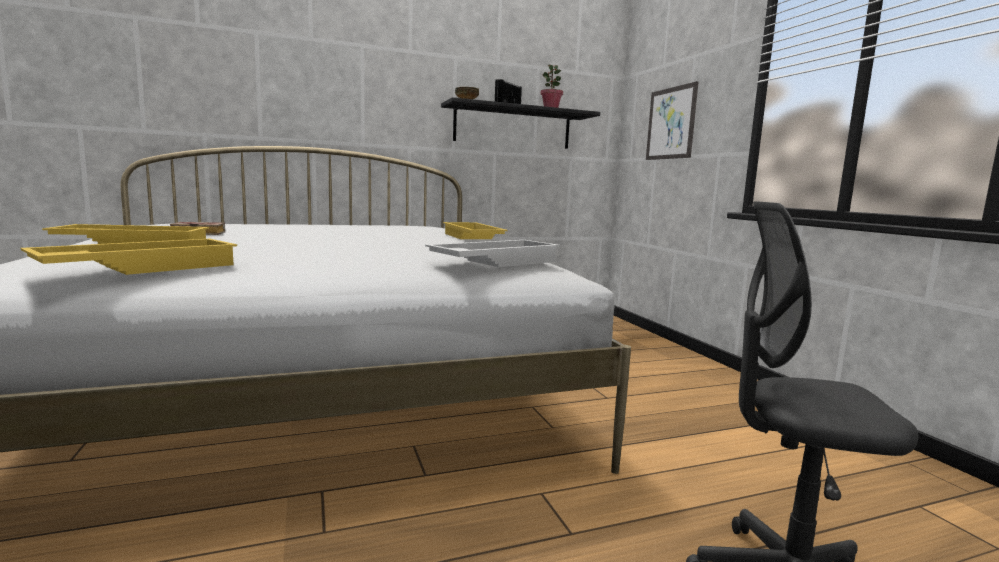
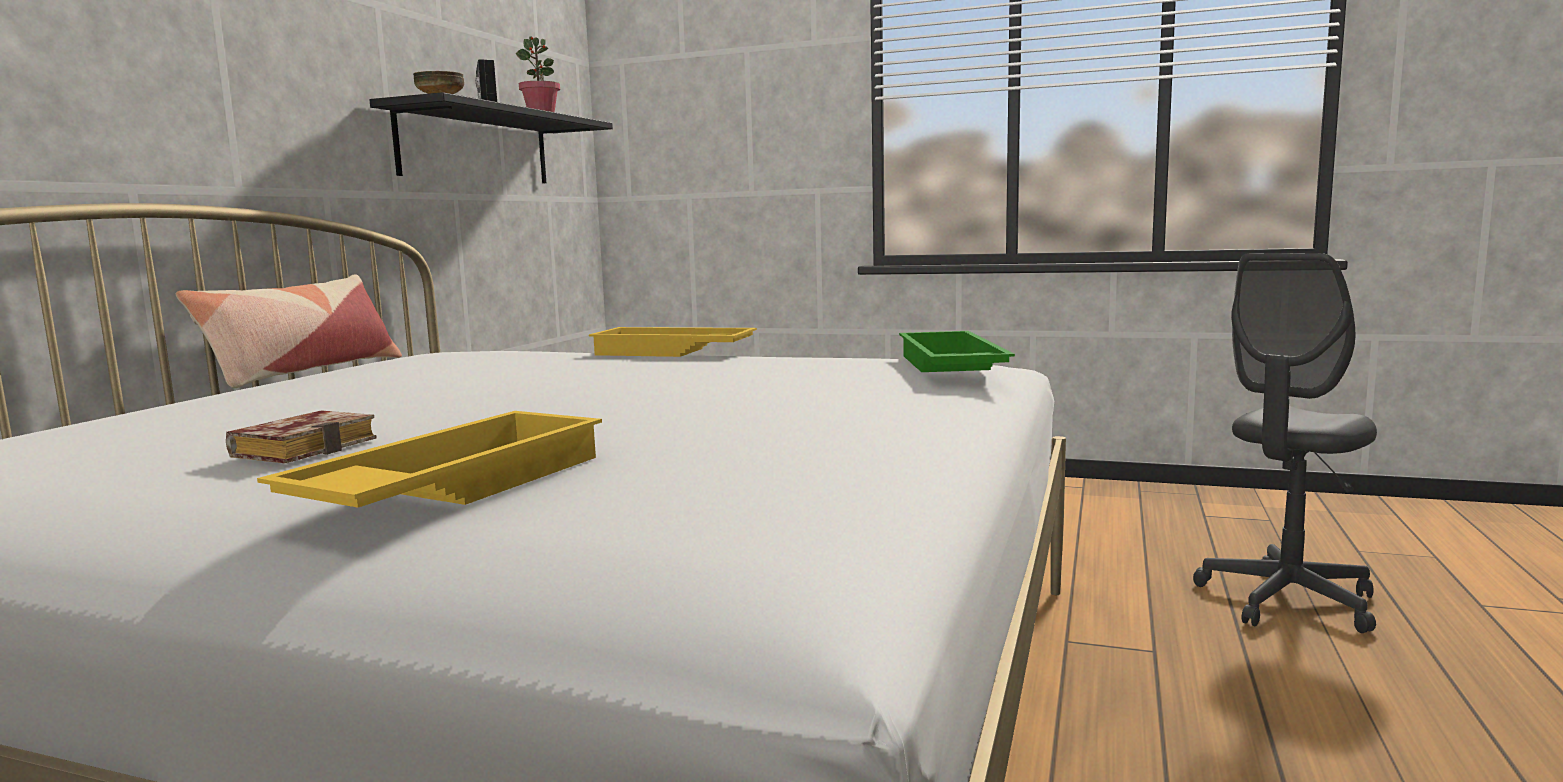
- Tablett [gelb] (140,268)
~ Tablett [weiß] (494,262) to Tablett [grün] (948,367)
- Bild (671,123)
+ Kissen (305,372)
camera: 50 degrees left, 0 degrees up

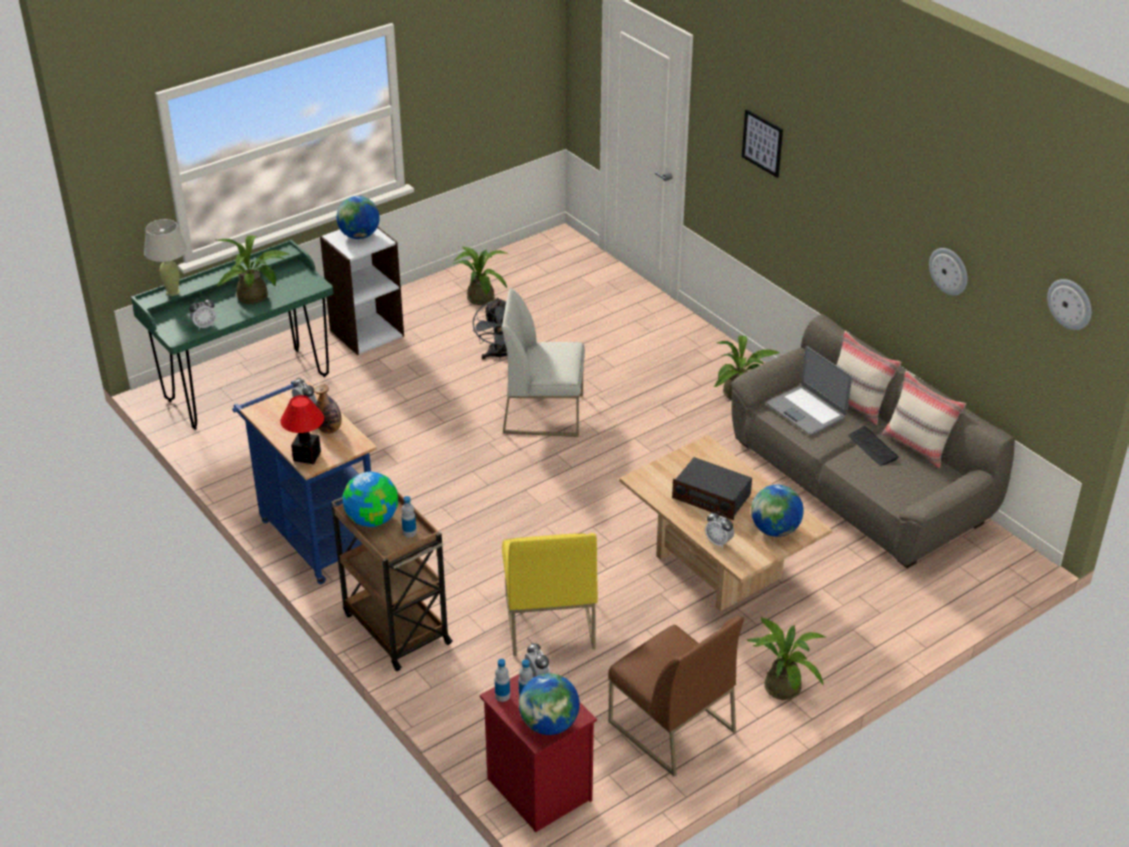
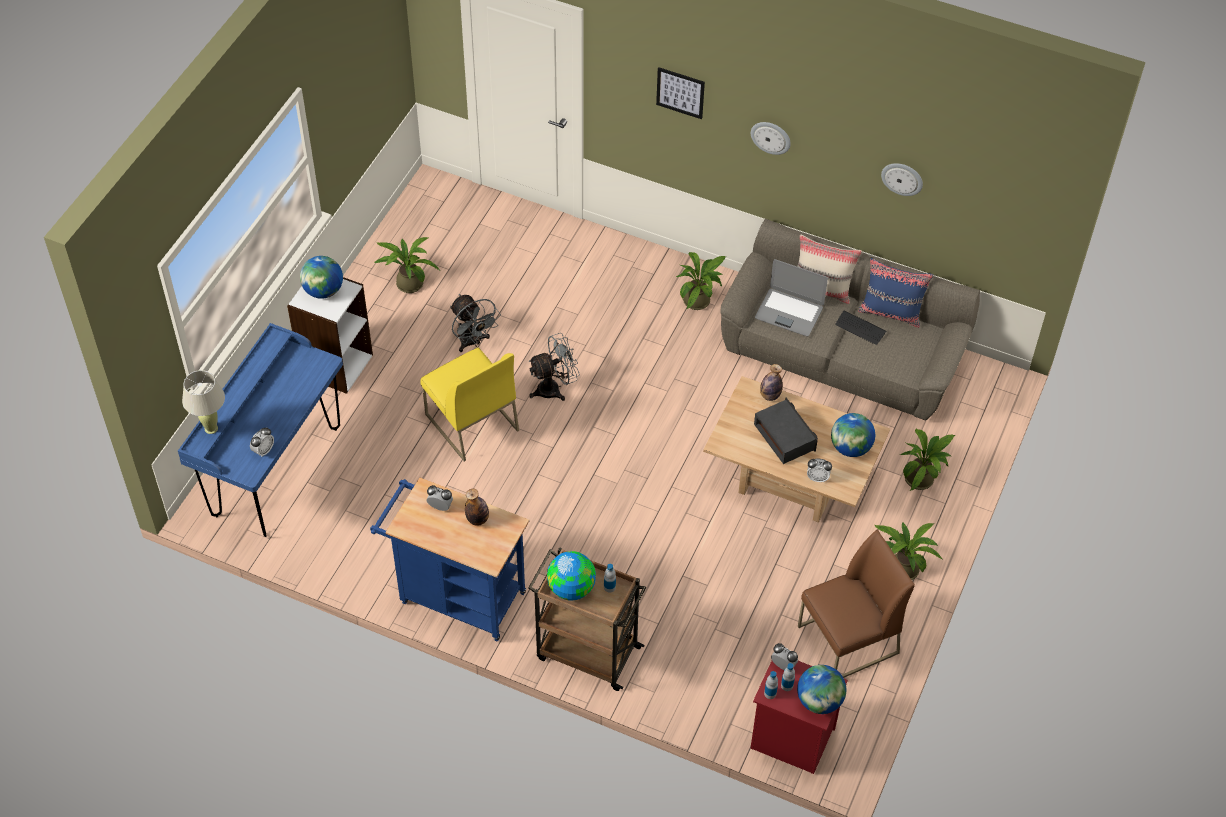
~ Schreibtisch [grün] (247,388) to Schreibtisch [blau] (276,472)
~ Topfpflanze (256,297) to (922,478)
- Tischlampe (306,456)
~ Stuhl [weiß] (544,413) to Ventilator [grau] (554,388)
~ Stuhl [gelb] (548,620) to (471,422)
~ Stuhl [braun] (670,726) = (848,640) 45 degrees counterclockwise
~ Radio (711,497) = (785,437) 120 degrees counterclockwise
~ Kissen [beige] (918,446) to Kissen [blau] (891,312)
~ Wanduhr (1070,303) to (771,137)
+ Flasche (770,395)
camera: 30 degrees left, 15 degrees up

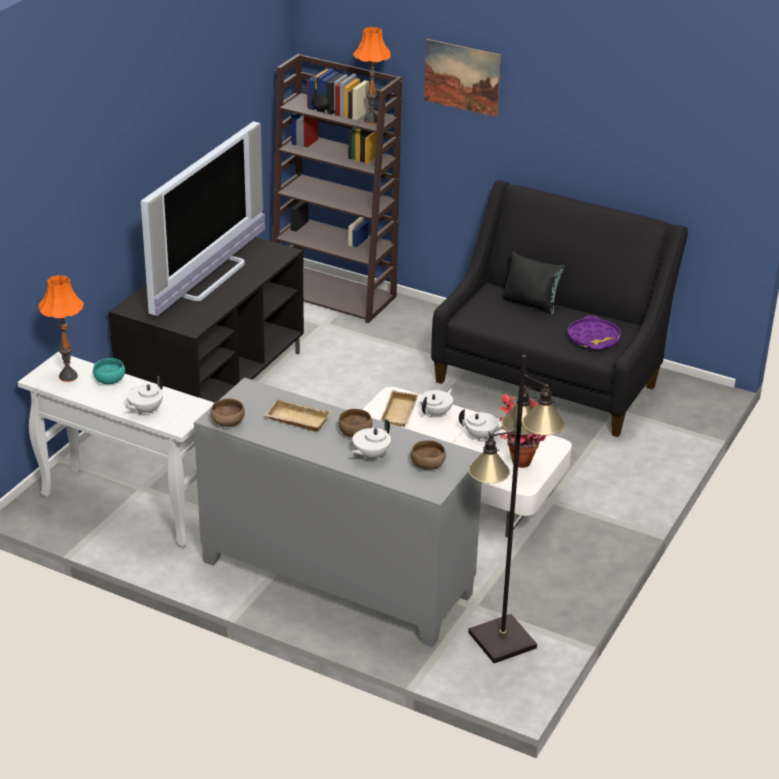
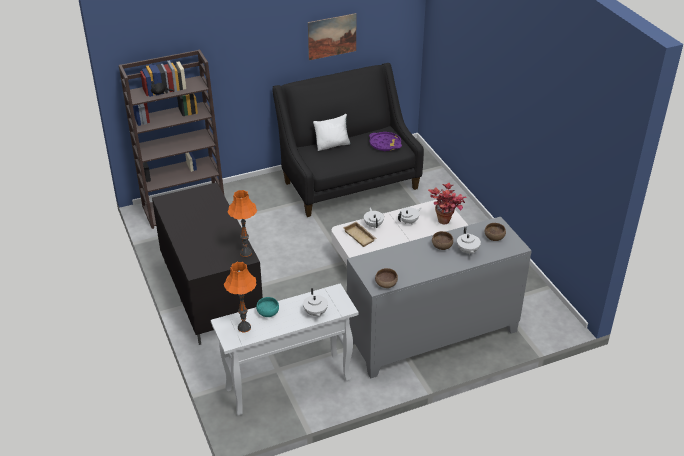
- Fernseher (208,277)
- Tablett [beige] (296,420)
~ Tischlampe [orange] (371,120) to (245,253)
~ Bild (462,77) to (332,36)
- Stehlampe [schwarz] (502,641)
~ Kissen [schwarz] (531,303) to Kissen [weiß] (332,145)
camera: 50 degrees left, 5 degrees up

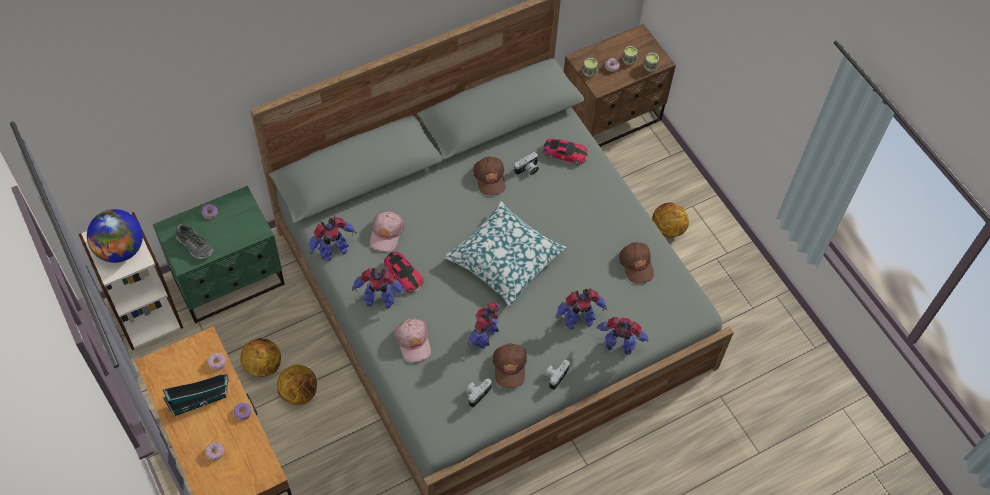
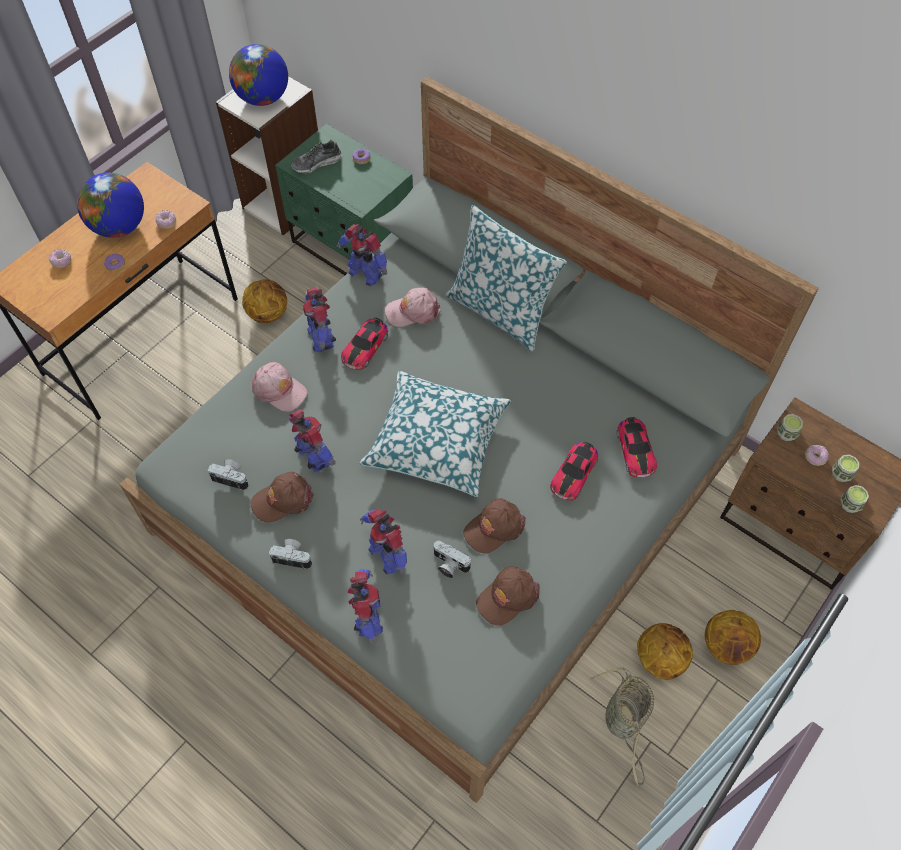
~ Spielzeughaus (201,400) to Globus (119,227)
~ Schuh (195,245) = (317,163) 45 degrees clockwise
~ Basketball (300,393) to (727,646)
~ Kappe [rosa] (413,342) = (279,390) 105 degrees counterclockwise
~ Spielzeugroboter (485,336) = (314,457) 45 degrees clockwise
~ Kappe [braun] (490,178) to (494,528)
~ Kamera (527,170) to (449,565)
+ Kissen (500,311)
+ Spielzeugauto (574,474)
+ Korb (623,721)
camera: 70 degrees right, 0 degrees up

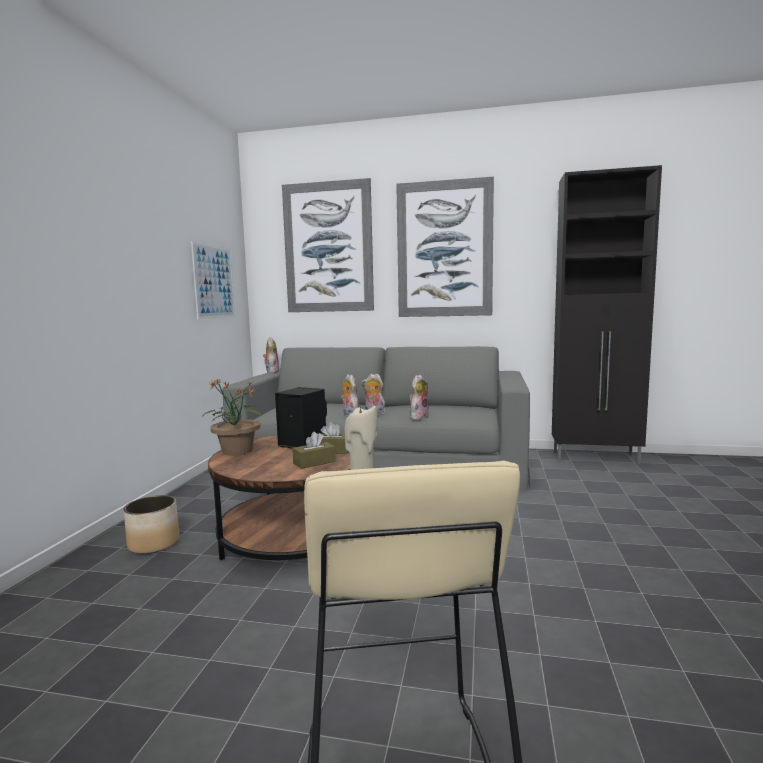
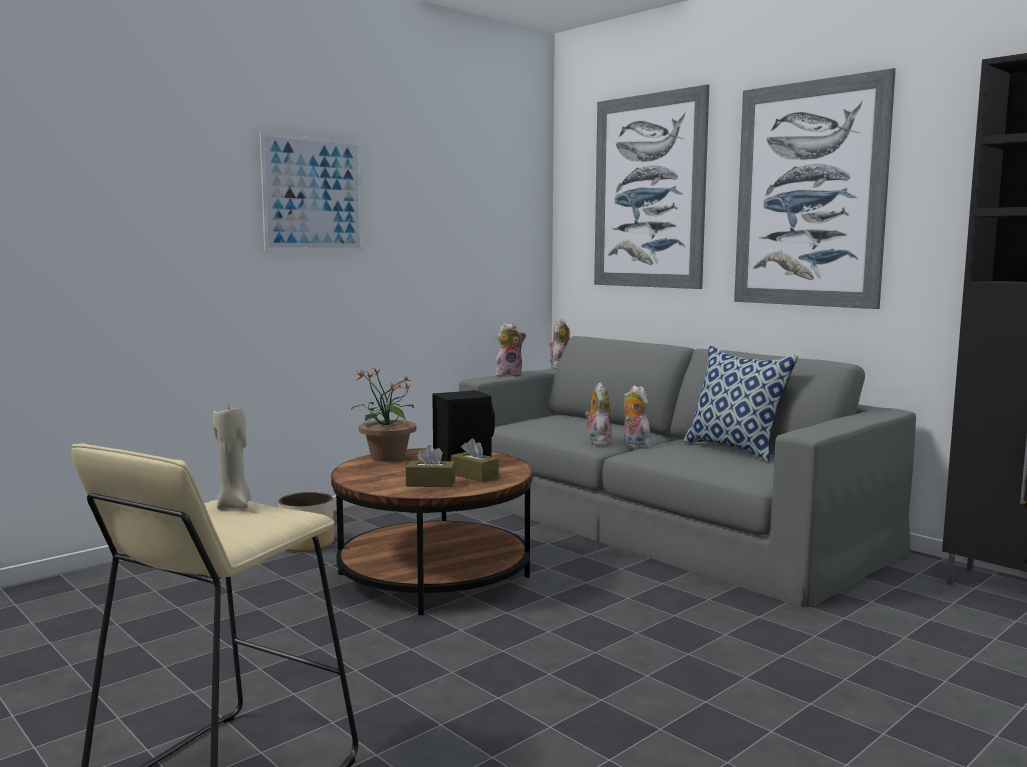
~ Bild (214,282) to (313,194)
~ Plüschtier (418,417) to (509,375)
+ Kissen (735,449)
camera: 35 degrees right, 0 degrees up

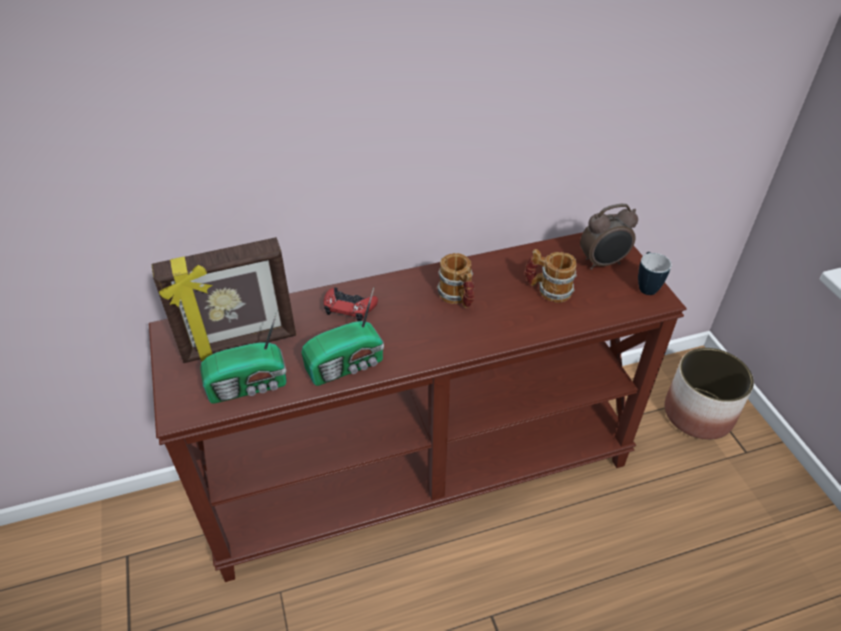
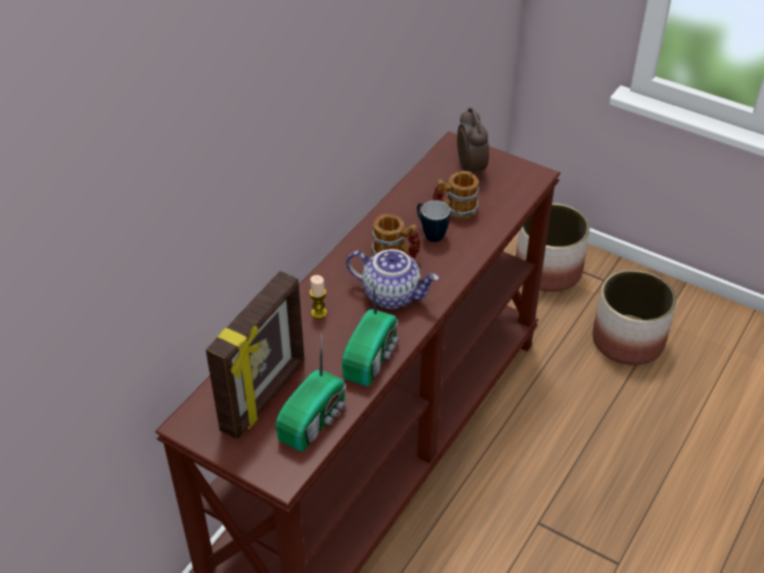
~ Gamepad [rot] (349,307) to Kerze (319,313)
~ Wecker (603,263) = (472,168) 45 degrees counterclockwise
~ Henkelbecher (646,286) to (430,234)
+ Teekanne (392,294)
+ Pflanzkübel (628,340)
camera: 40 degrees left, 0 degrees up

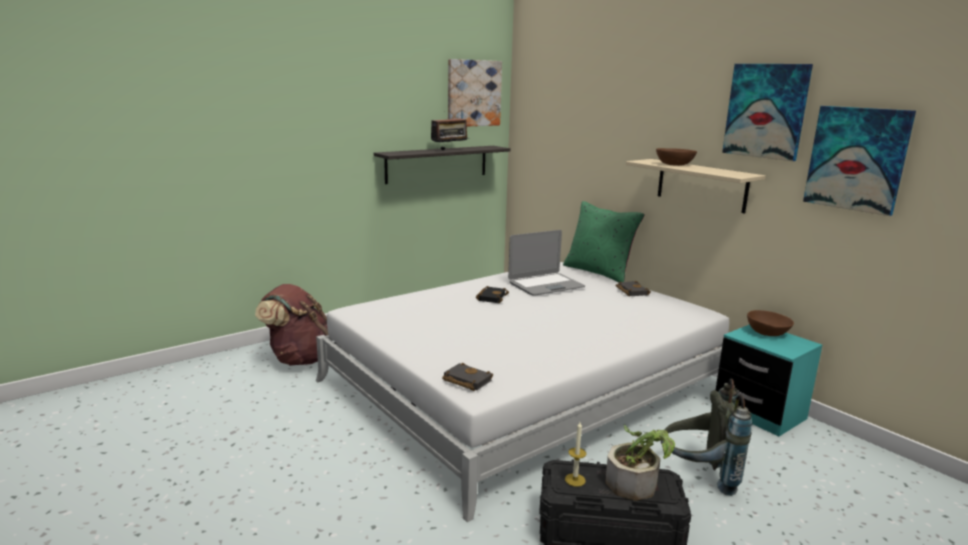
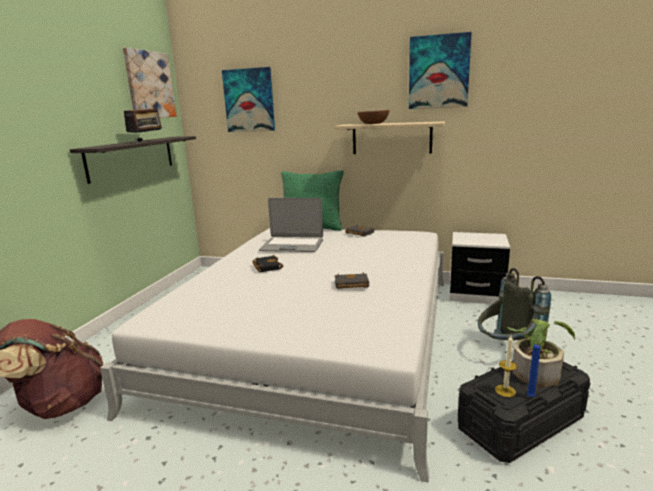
~ Buch [schwarz] (465,381) to (350,284)
~ Laptop (545,285) = (292,246) 75 degrees clockwise
~ Nachttisch [türkis] (759,413) to Nachttisch [weiß] (475,294)
- Schüssel [braun] (767,333)
~ Bild (857,159) to (249,100)
+ Kerze [blau] (531,396)
camera: 35 degrees left, 0 degrees up

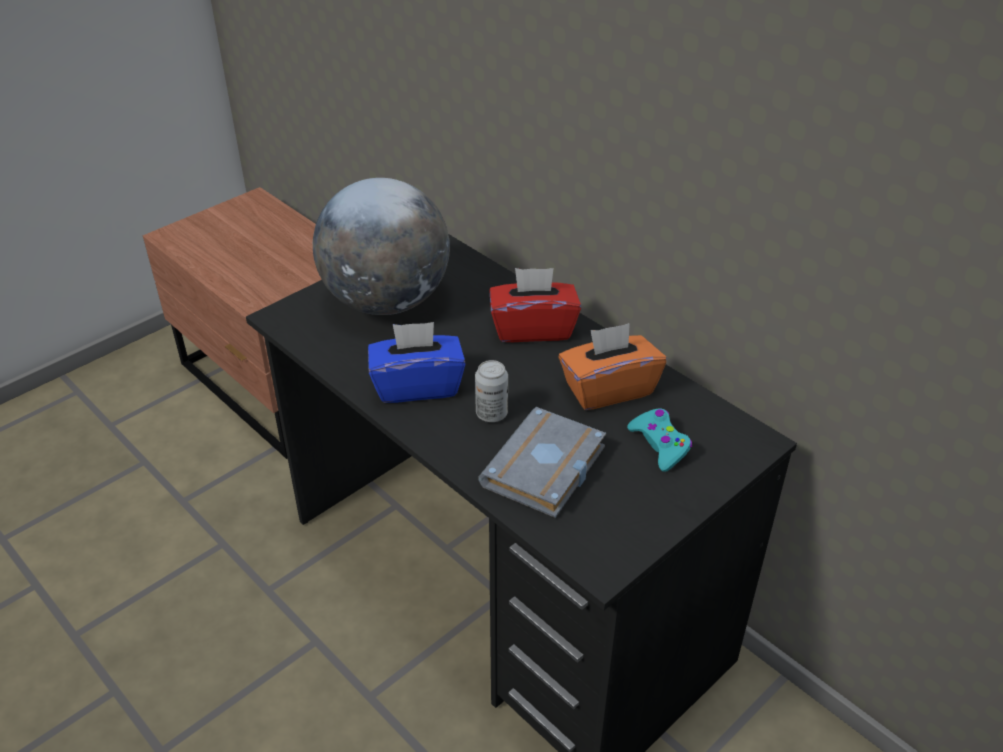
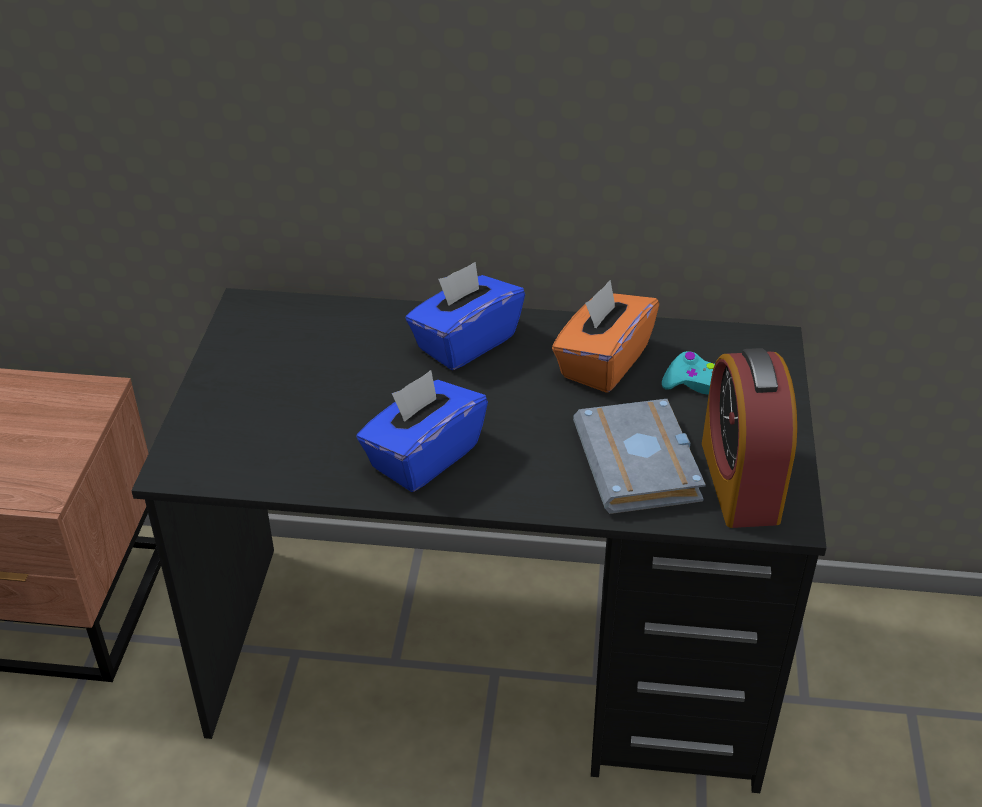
- Globus (386,302)
- Dose (491,414)
~ Taschentuchbox [rot] (533,328) to Taschentuchbox [blau] (465,342)
+ Wecker (739,481)
camera: 40 degrees left, 0 degrees up

